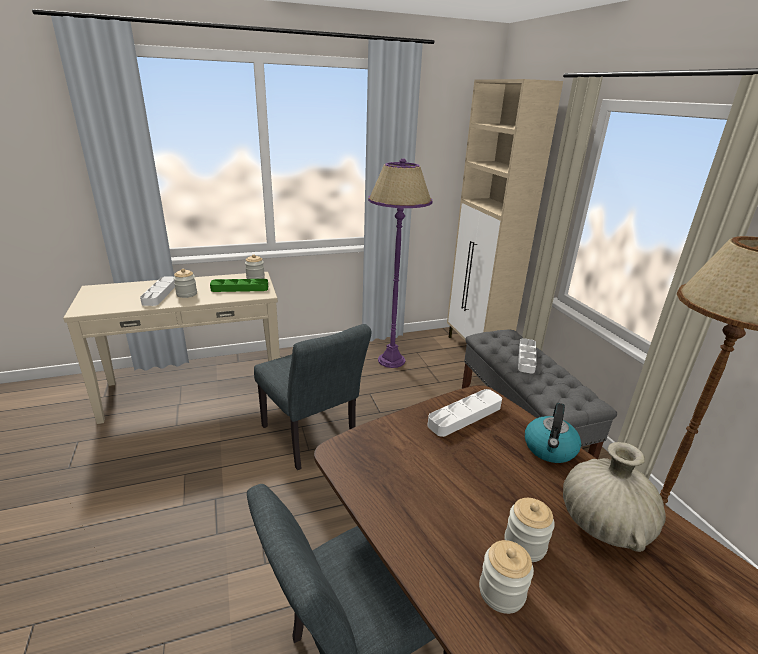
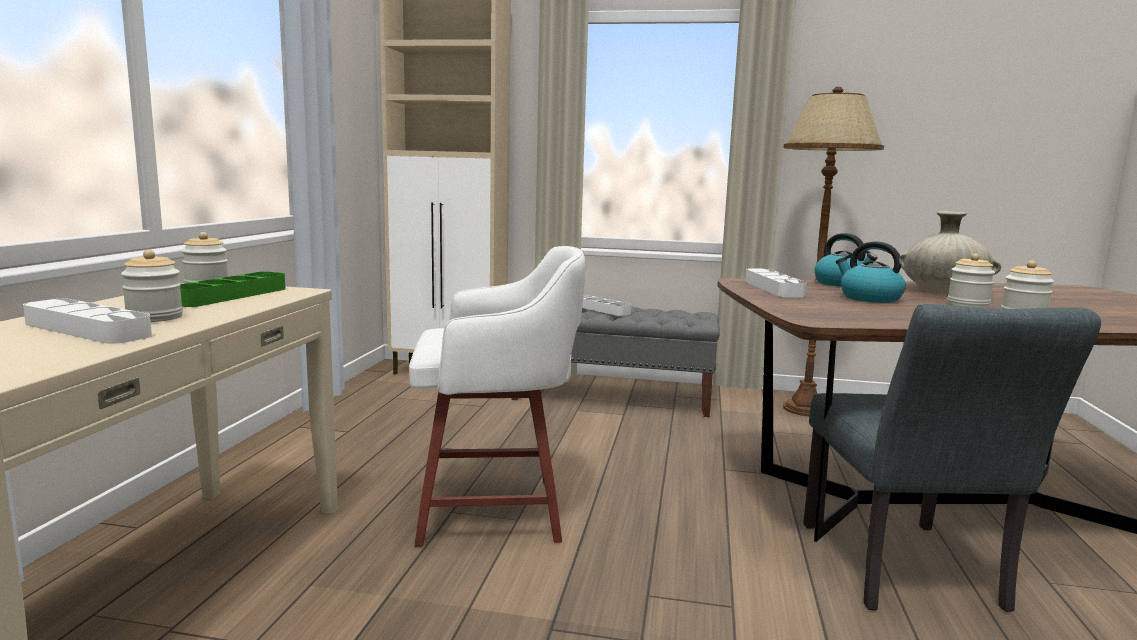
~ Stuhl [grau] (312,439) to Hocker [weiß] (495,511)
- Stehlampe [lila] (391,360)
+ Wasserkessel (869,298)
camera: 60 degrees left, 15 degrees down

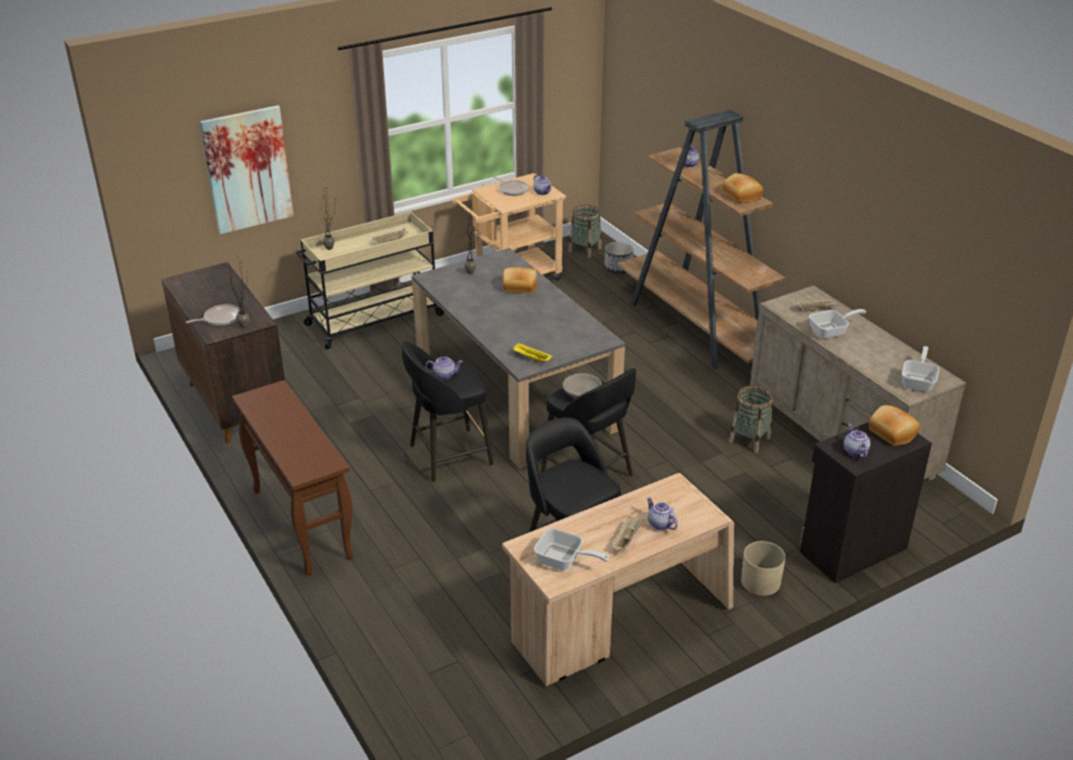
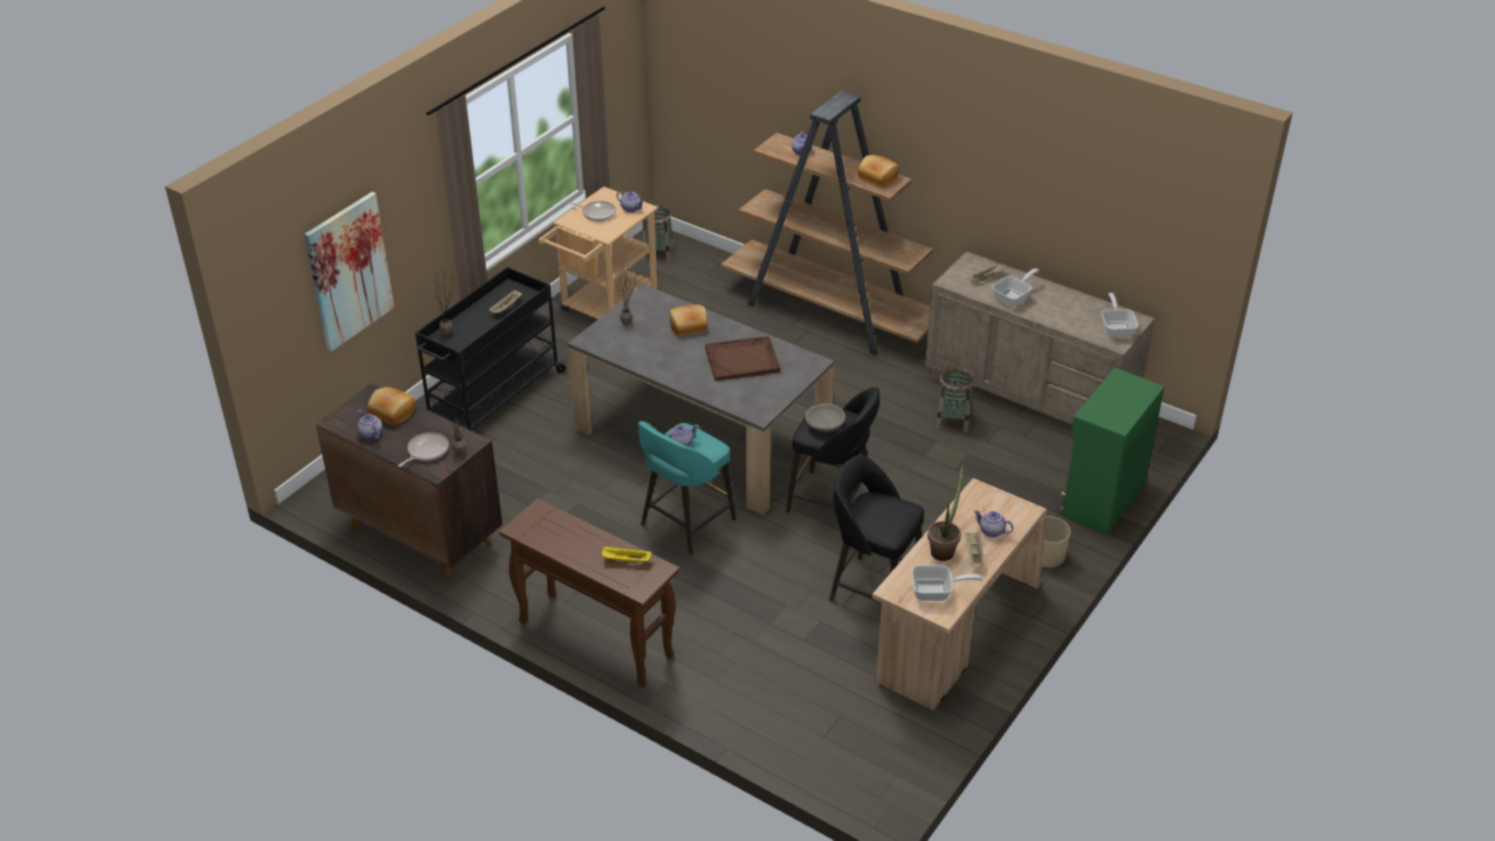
~ Rollwagen [beige] (373,320) to Rollwagen [schwarz] (493,397)
~ Hocker [schwarz] (448,456) to Hocker [türkis] (686,523)
~ Tablett [gelb] (531,358) to (625,560)
- Pflanzkübel (618,268)
~ Schrank [schwarz] (851,549) to Schrank [grün] (1101,499)
~ Teekanne (854,451) to (370,434)
~ Brot (891,433) to (392,413)
+ Tablett [braun] (743,360)
+ Topfpflanze (944,549)
camera: 25 degrees left, 5 degrees up

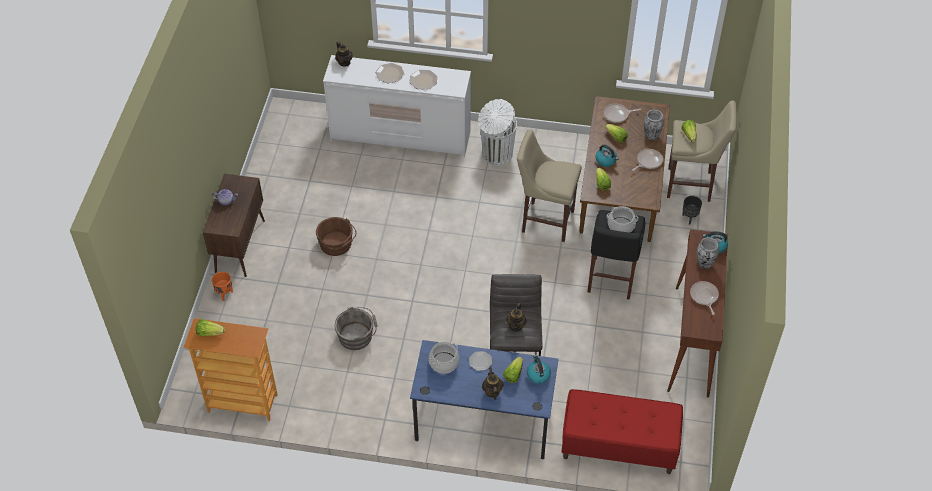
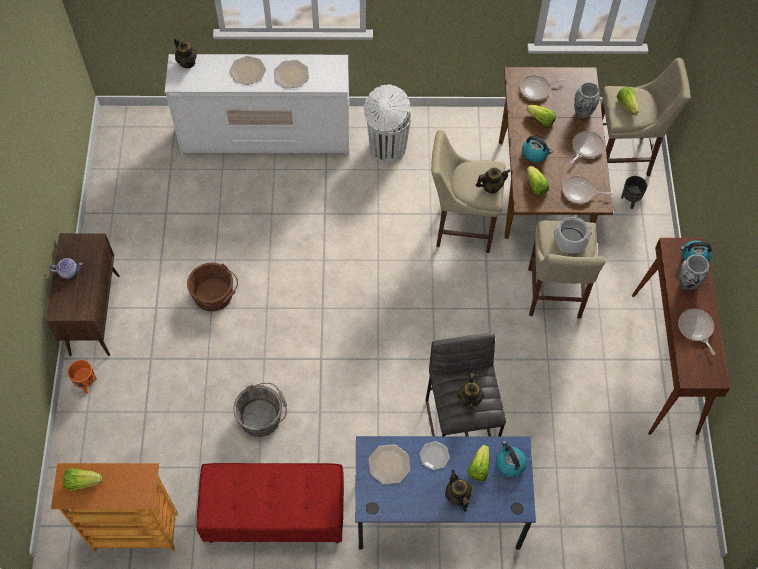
~ Kochtopf (444,363) to Teller (389,465)
~ Bank [rot] (618,446) to (274,515)
~ Hocker [schwarz] (610,280) to Hocker [beige] (553,296)
+ Teekanne (491,187)
+ Pfanne (580,192)
camera: 10 degrees left, 10 degrees up

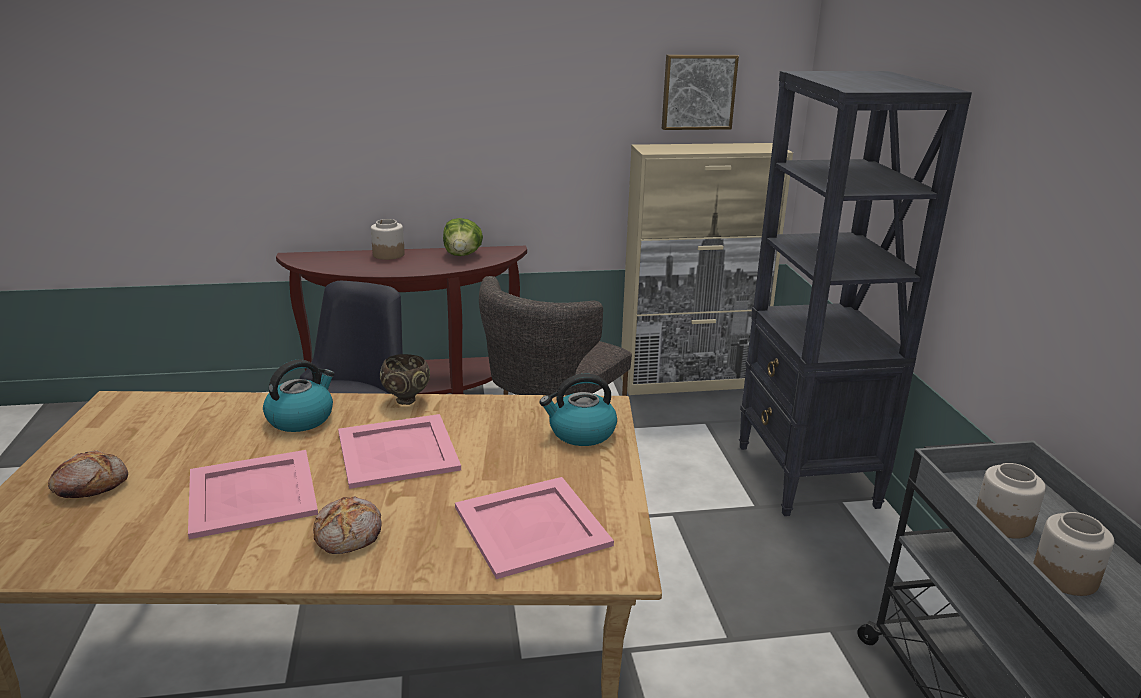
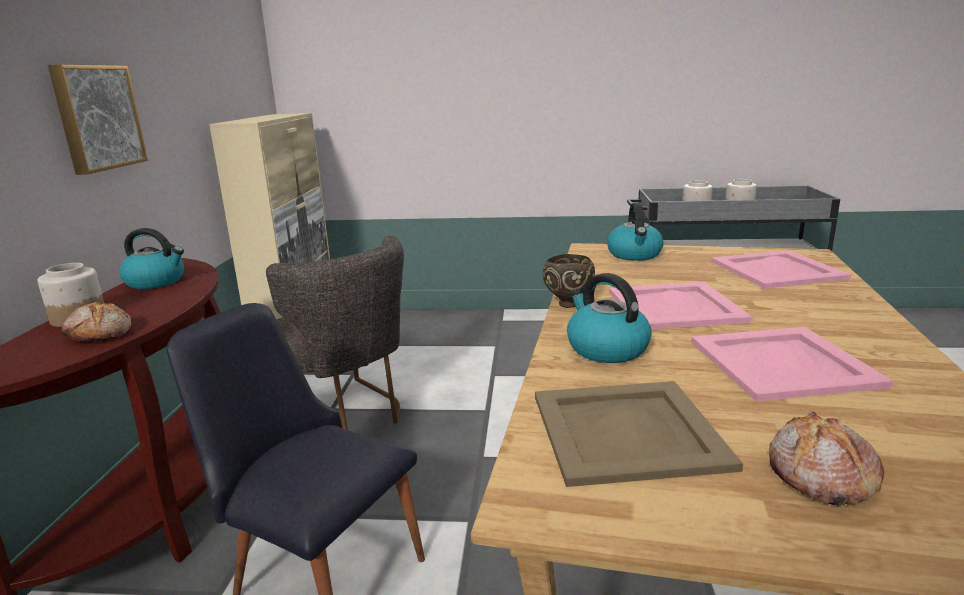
~ Brot (350,534) to (100,334)
~ Salatkopf (463,255) to Wasserkessel (156,281)
~ Bild (698,92) to (97,117)
- Bücherregal [schwarz] (806,477)
+ Tablett [beige] (625,430)
camera: 75 degrees left, 5 degrees down

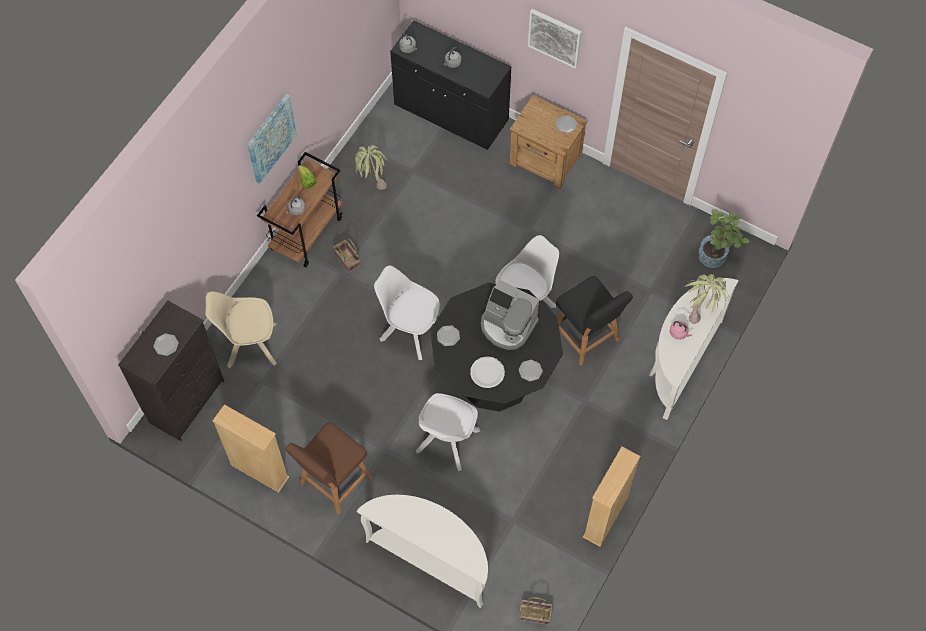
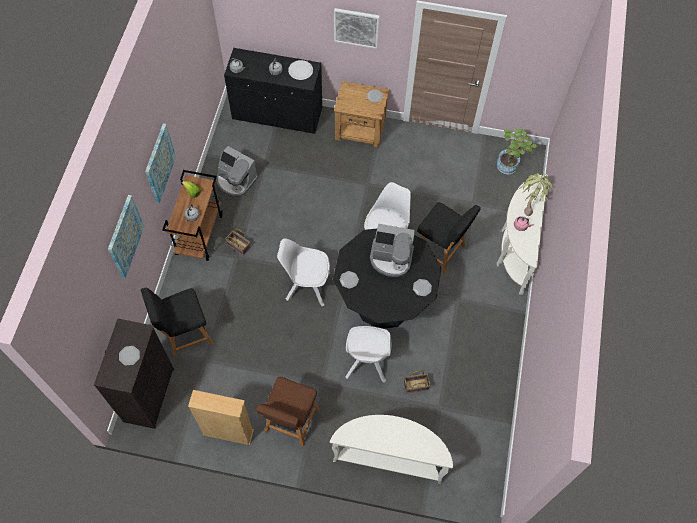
~ Stuhl [beige] (250,345) to Hocker [schwarz] (185,334)
~ Topfpflanze (372,181) to Kaffeemaschine (235,181)
~ Teller [weiß] (487,372) to (300,70)
~ Korb (534,615) to (415,386)
- Bücherregal [beige] (605,517)
+ Bild (125,236)
camera: 20 degrees left, 0 degrees up

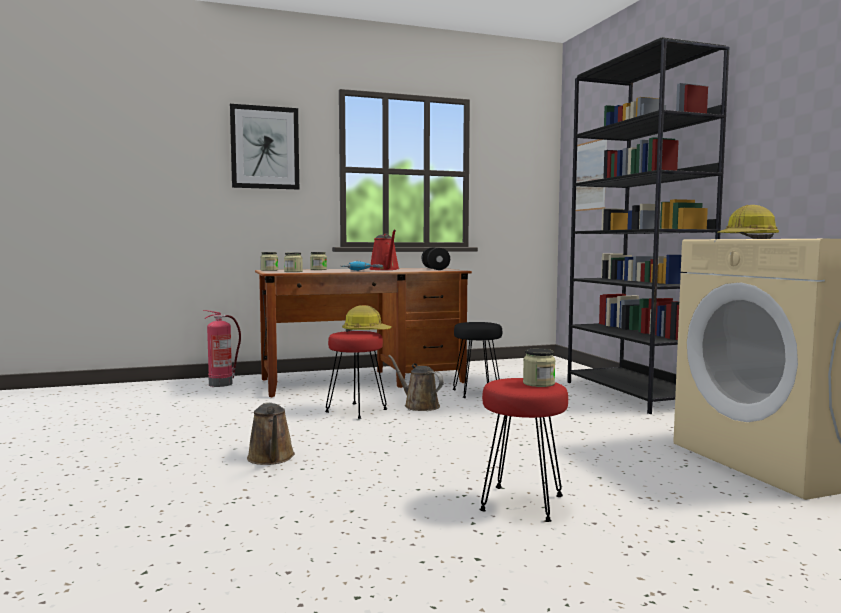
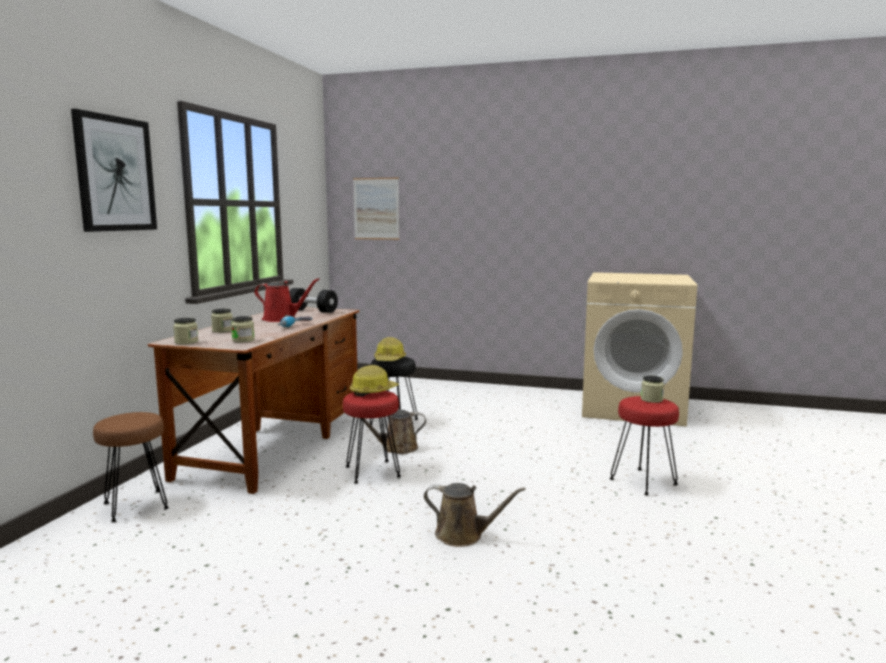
~ Feuerlöscher (221,384) to Hocker [braun] (136,505)
- Bücherregal [schwarz] (635,394)
~ Schutzhelm (747,239) to (389,360)
camera: 55 degrees left, 5 degrees up

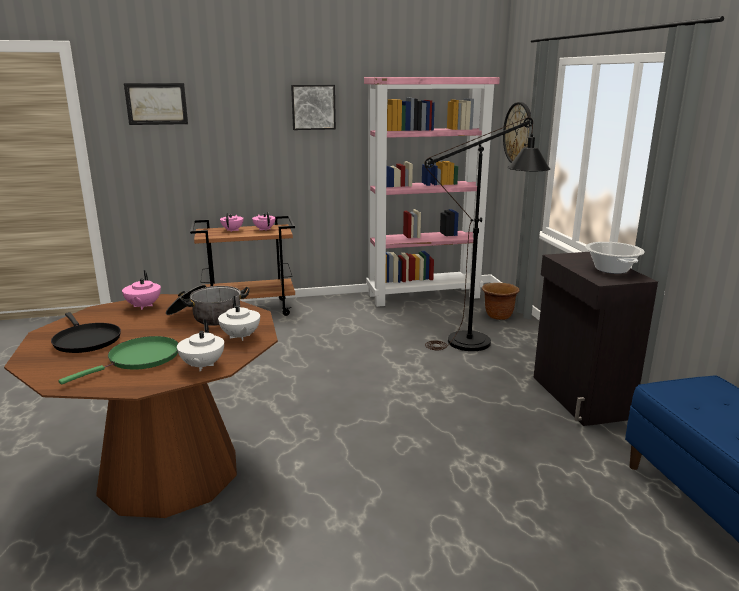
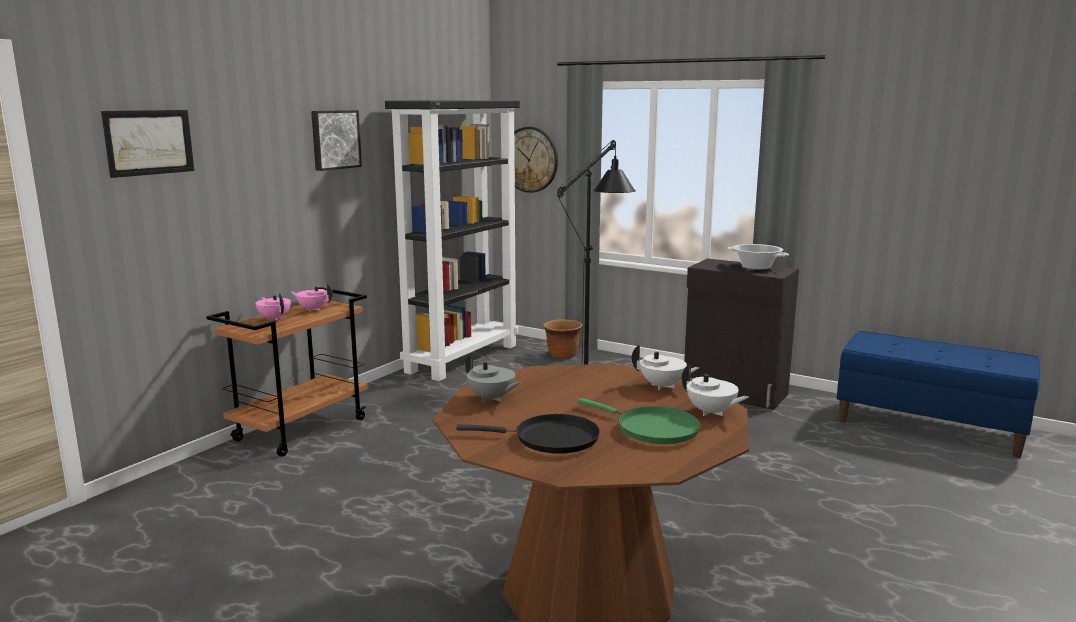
~ Pfanne [grün] (140,359) = (652,429) 135 degrees clockwise
~ Teekanne [rosa] (143,306) to Teekanne [grau] (491,398)
- Kochtopf (207,317)
~ Bücherregal [rosa] (424,296) to Bücherregal [schwarz] (462,358)
camera: 45 degrees left, 5 degrees down

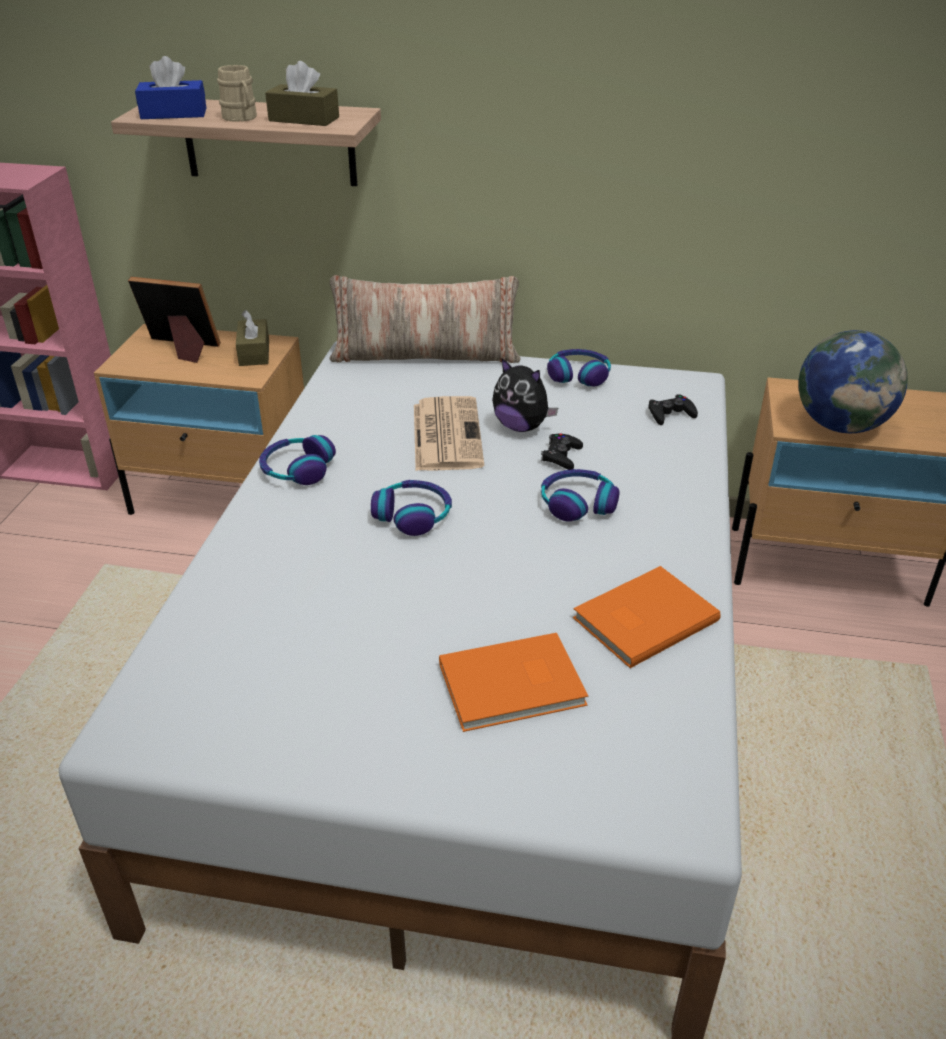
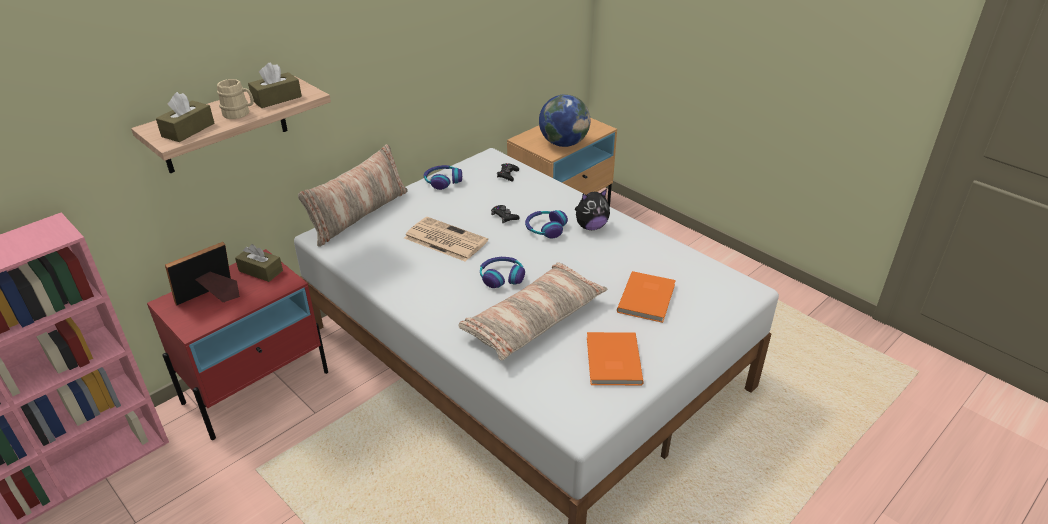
~ Nachttisch [beige] (225,498) to Nachttisch [rot] (257,387)
~ Taschentuchbox [blau] (174,114) to Taschentuchbox [braun] (188,130)
- Kopfhörer (297,469)
~ Plüschtier (521,427) to (591,227)
~ Buch [orange] (641,618) to (611,361)
+ Kissen (533,320)
camera: 55 degrees left, 0 degrees up

